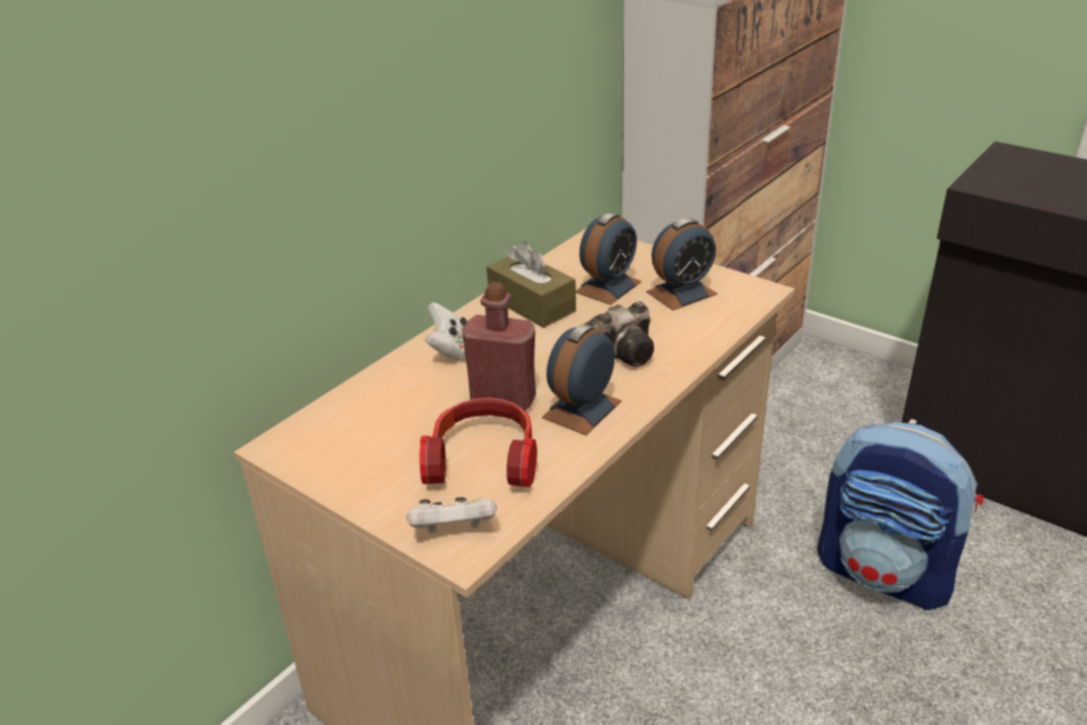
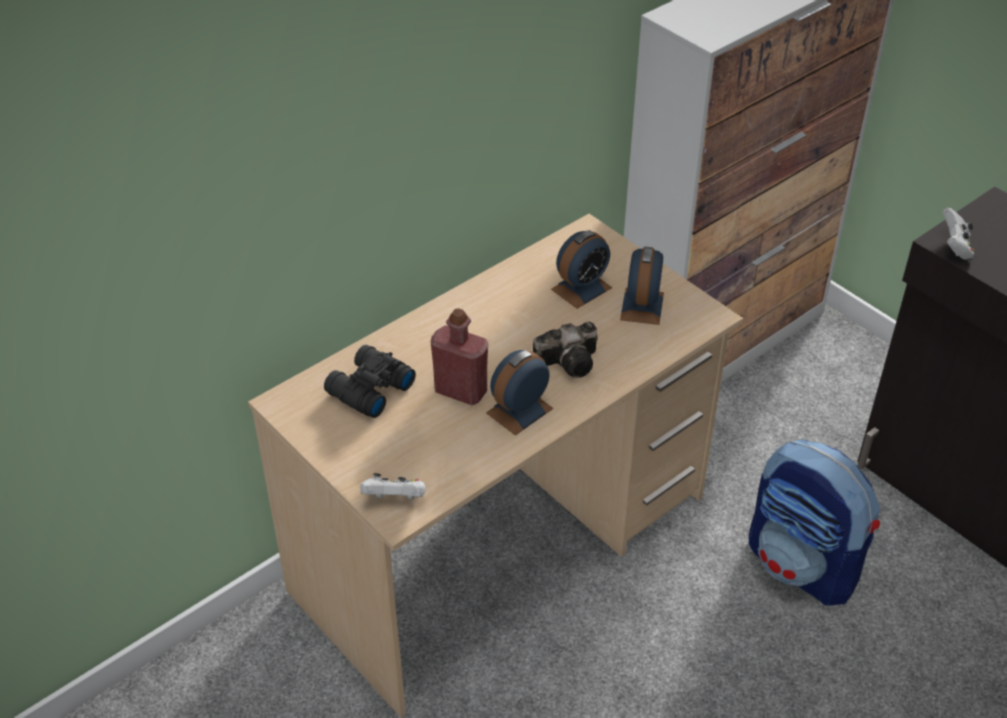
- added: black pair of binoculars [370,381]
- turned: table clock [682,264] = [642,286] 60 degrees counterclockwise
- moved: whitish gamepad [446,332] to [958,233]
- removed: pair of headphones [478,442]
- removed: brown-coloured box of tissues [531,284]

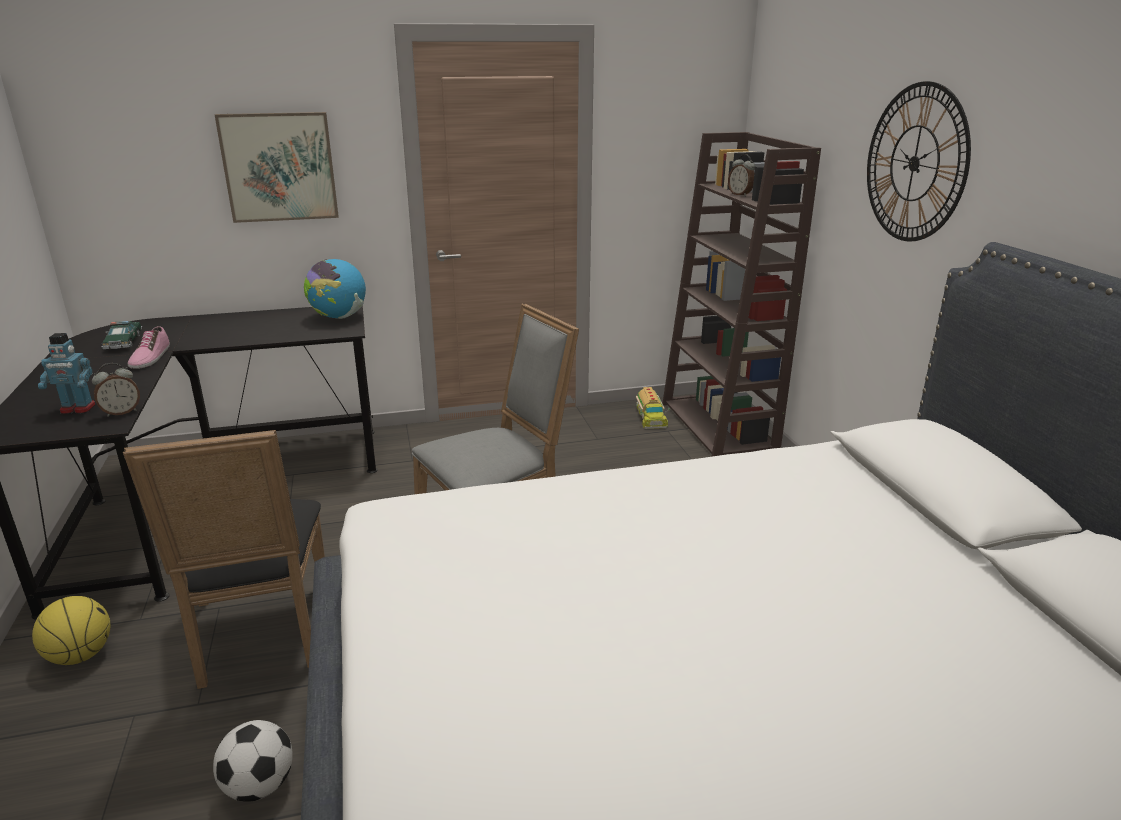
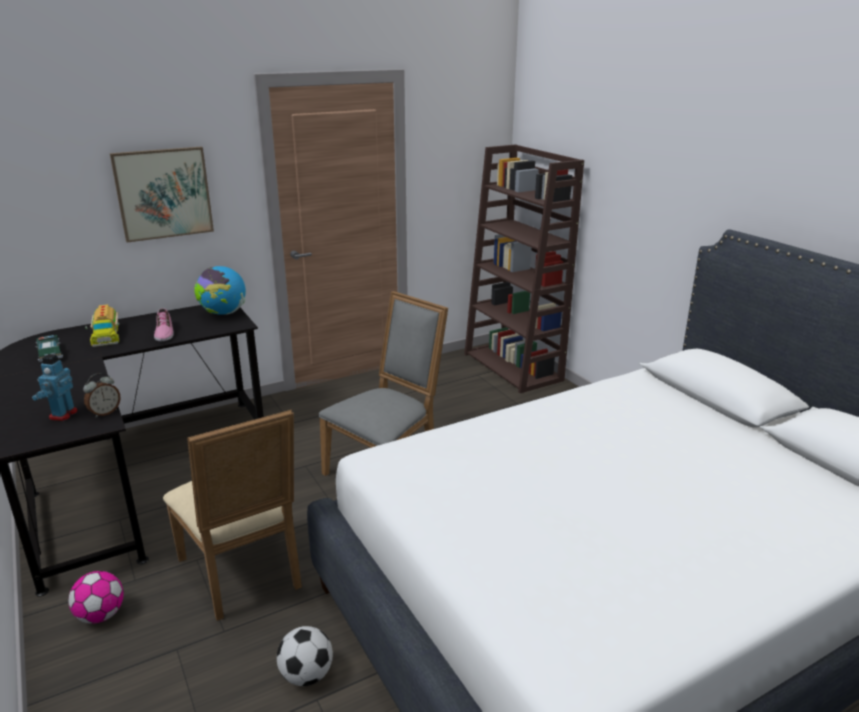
- turned: robot figure [67,373] = [55,387] 120 degrees clockwise
- replaced: basketball [71,630] to football [96,597]
- moved: model truck [653,408] to [102,325]
- moved: shoe [149,347] to [164,324]
- recoloured: black plain chair [224,559] to beige-coloured plain chair [232,515]
- removed: table clock [741,175]
- removed: wall clock [919,161]

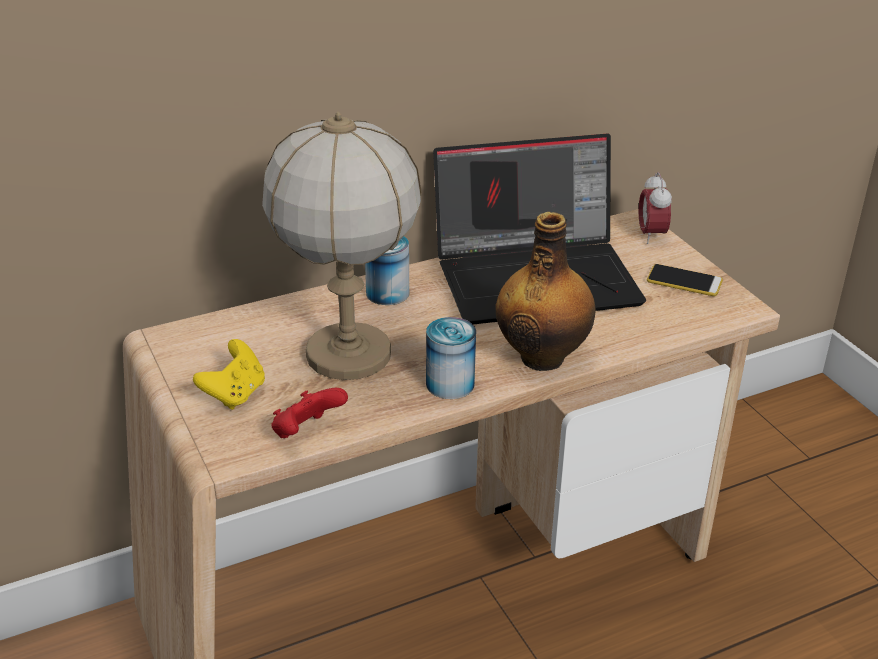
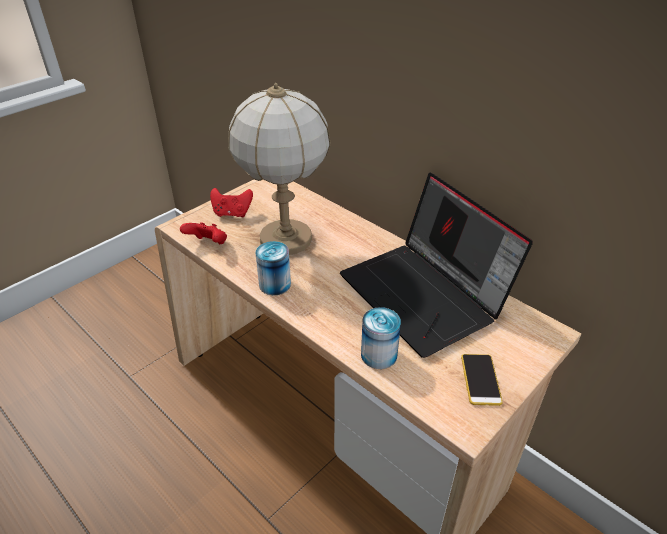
- recoloured: yellow gamepad [229,374] to red-coloured gamepad [231,203]
- moved: can [387,270] to [381,338]
- removed: beverage bottle [546,291]
- removed: table clock [655,208]

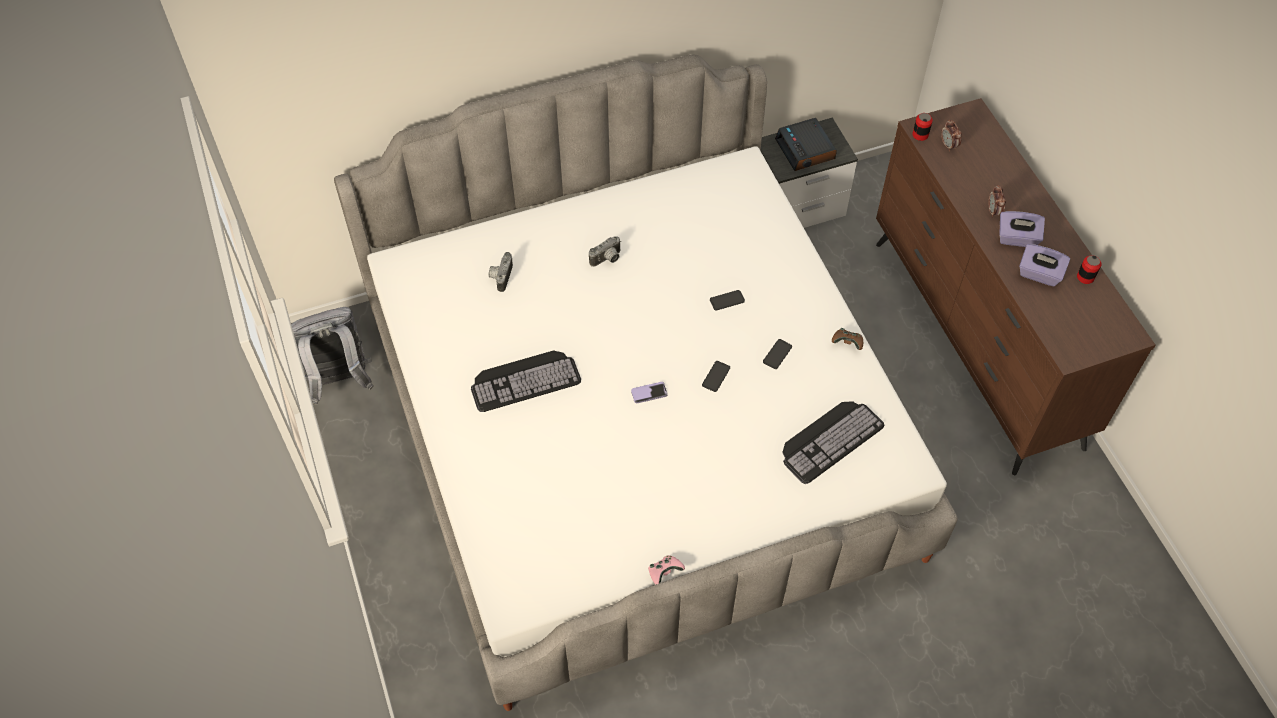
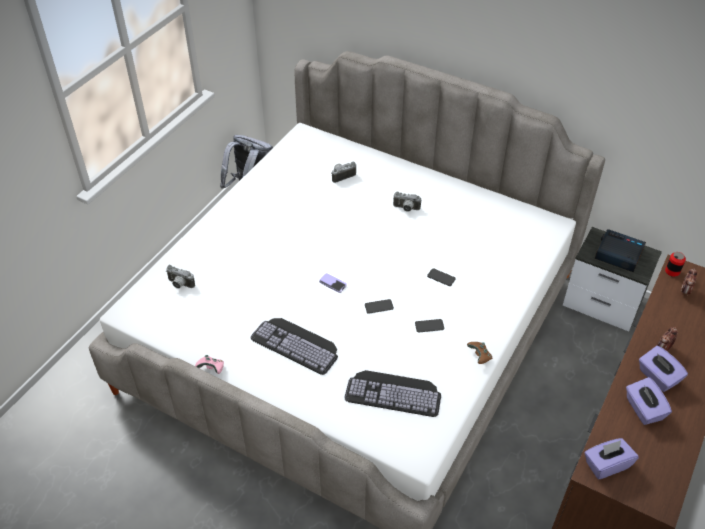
- added: still camera [180,277]
- moved: computer keyboard [526,381] to [294,346]
- added: purplish box of tissues [612,459]
- turned: table clock [806,144] = [620,250] 90 degrees clockwise
- removed: can [1089,269]

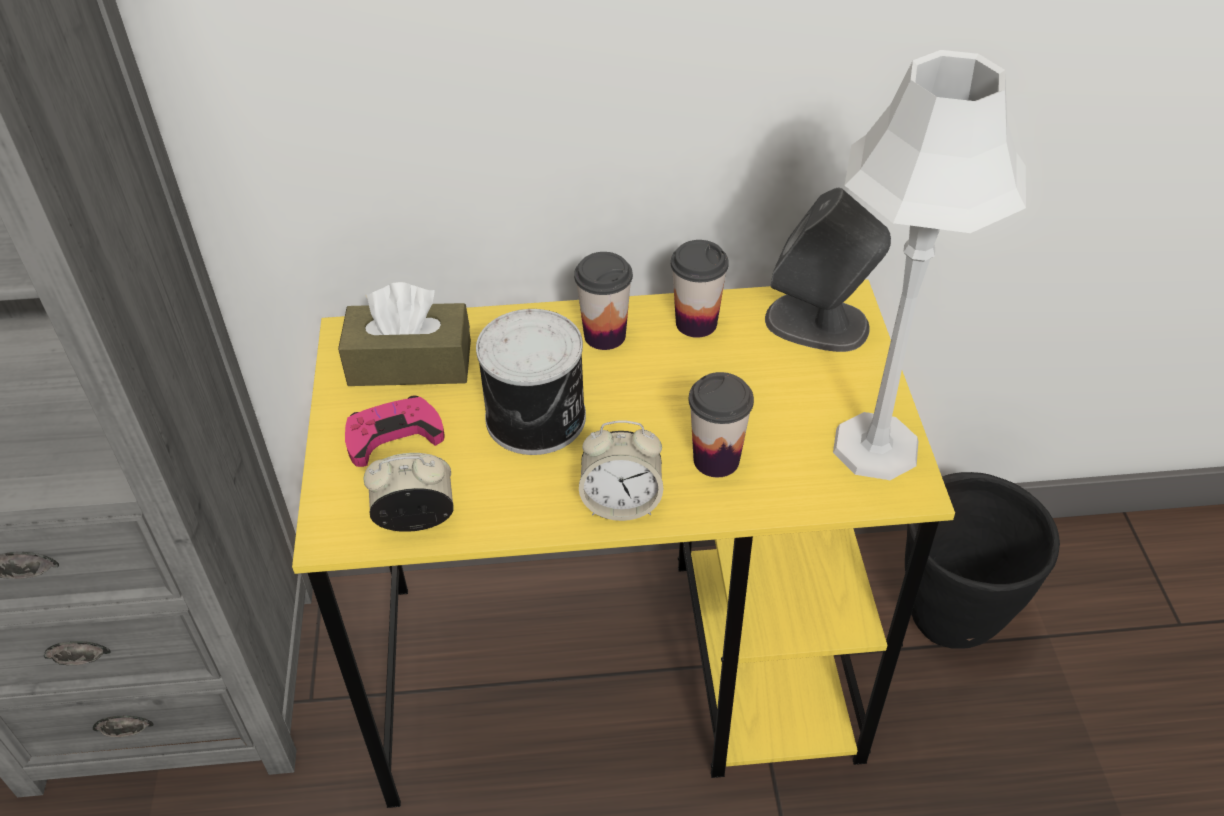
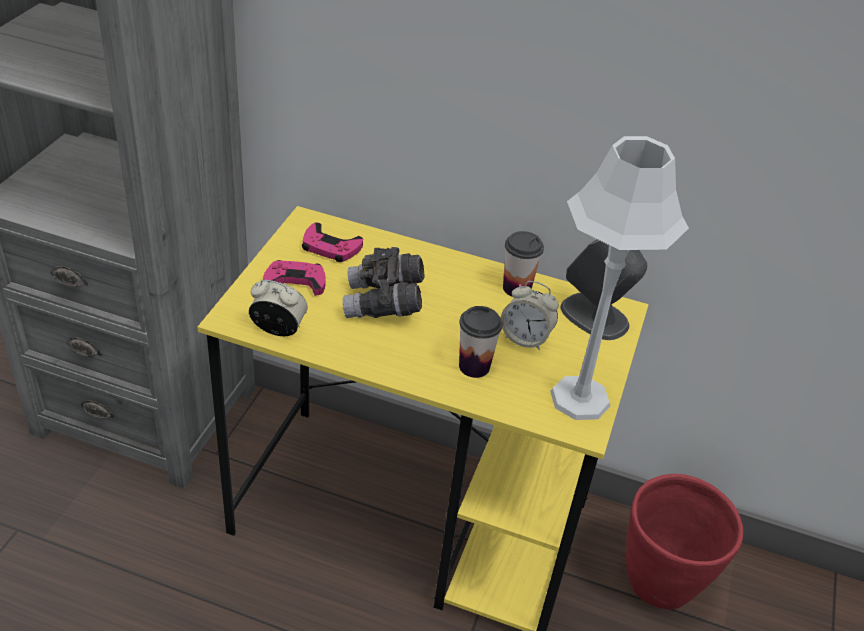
- replaced: brown-coloured box of tissues [404,334] to pink gamepad [332,242]
- replaced: can [531,382] to grey pair of binoculars [383,282]
- moved: table clock [621,471] to [530,315]
- recoloured: black flower pot [982,560] to red-coloured flower pot [684,541]
- removed: cup [603,301]

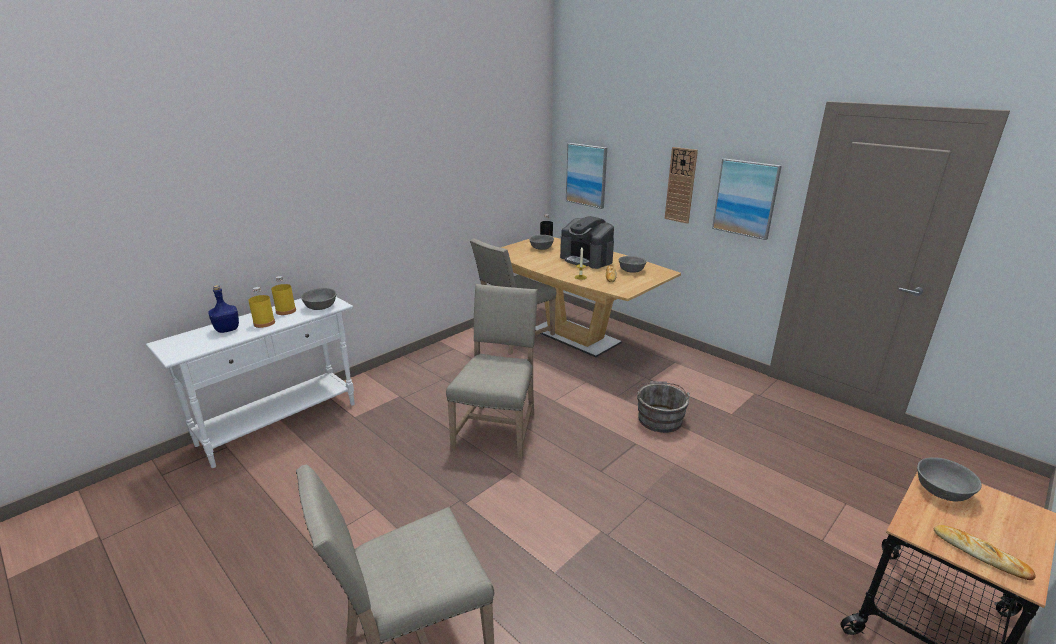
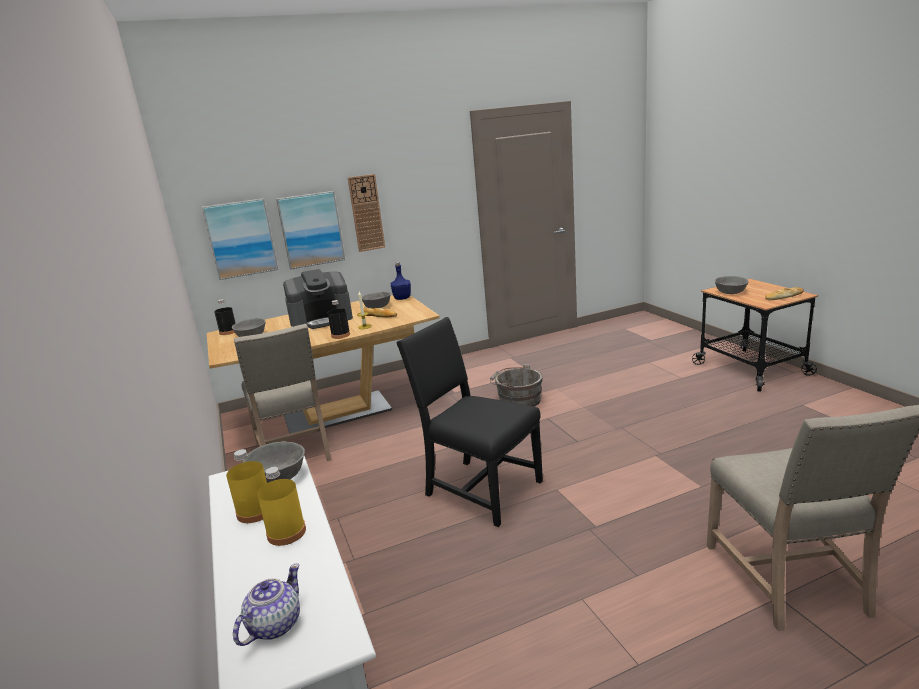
- added: teapot [266,605]
- moved: picture [747,199] to [310,230]
- added: black beverage bottle [339,319]
- moved: bluish beverage bottle [223,309] to [401,281]
- recoloured: beige-coloured plain chair [492,372] to black plain chair [469,422]

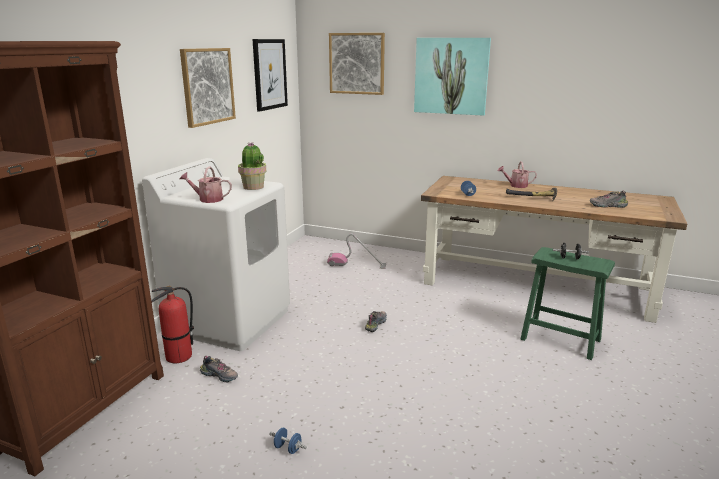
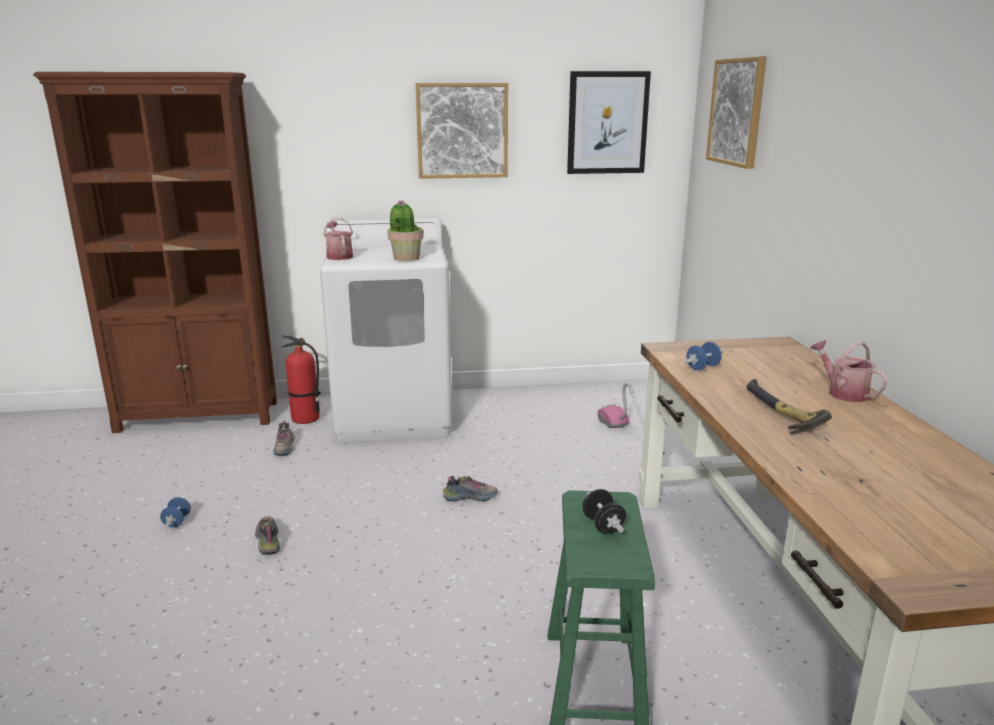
- moved: shoe [609,199] to [267,535]
- removed: picture [452,77]

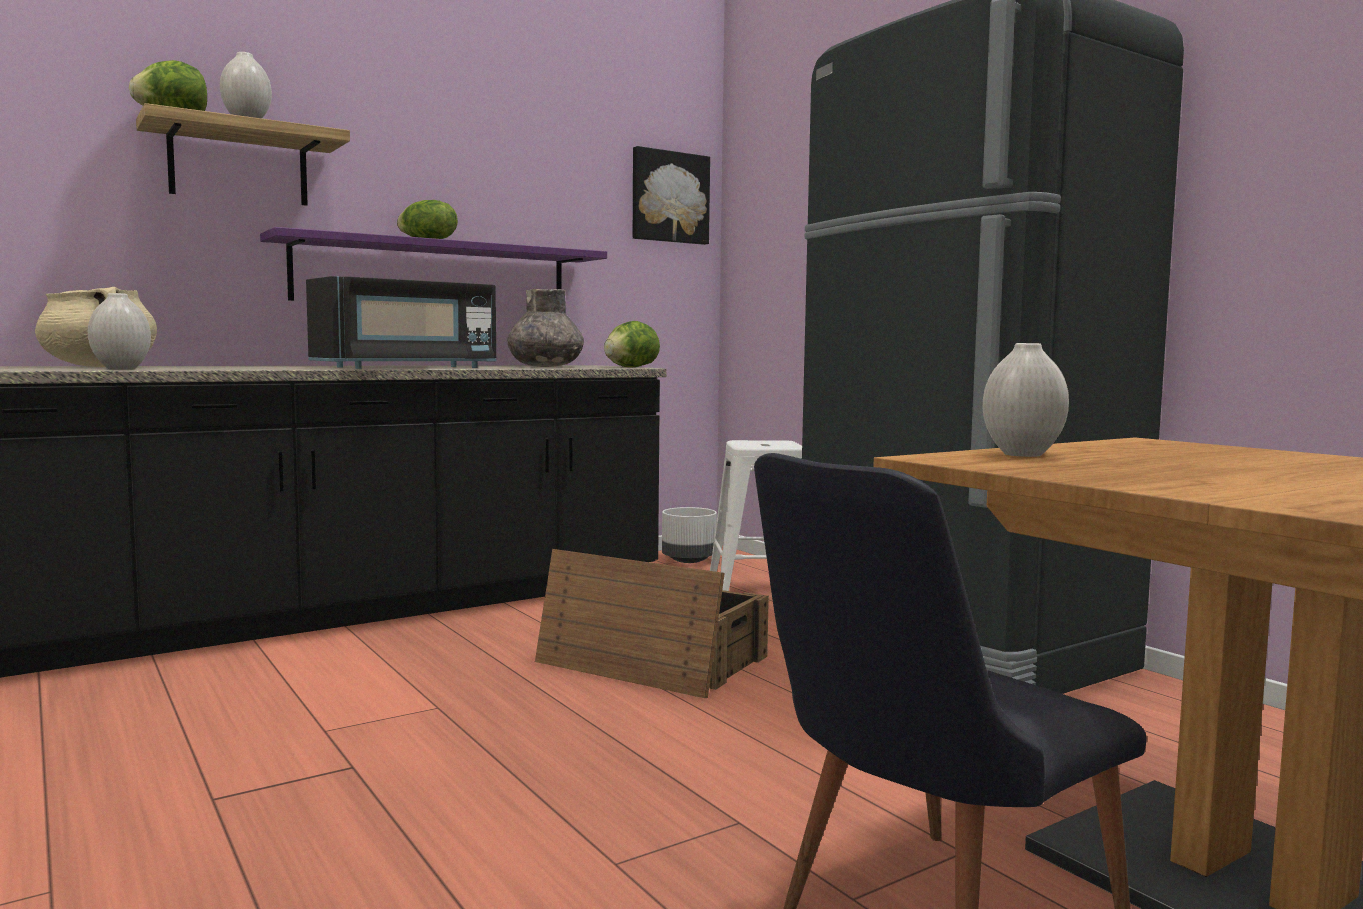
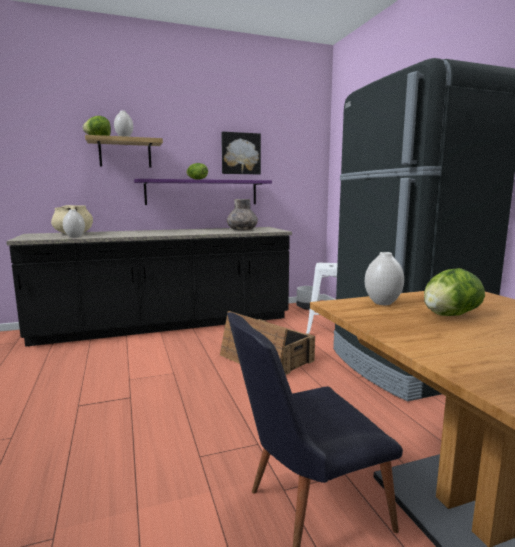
- moved: picture [671,195] to [241,153]
- moved: head of lettuce [632,344] to [454,292]
- removed: black kitchen microwave [401,322]

